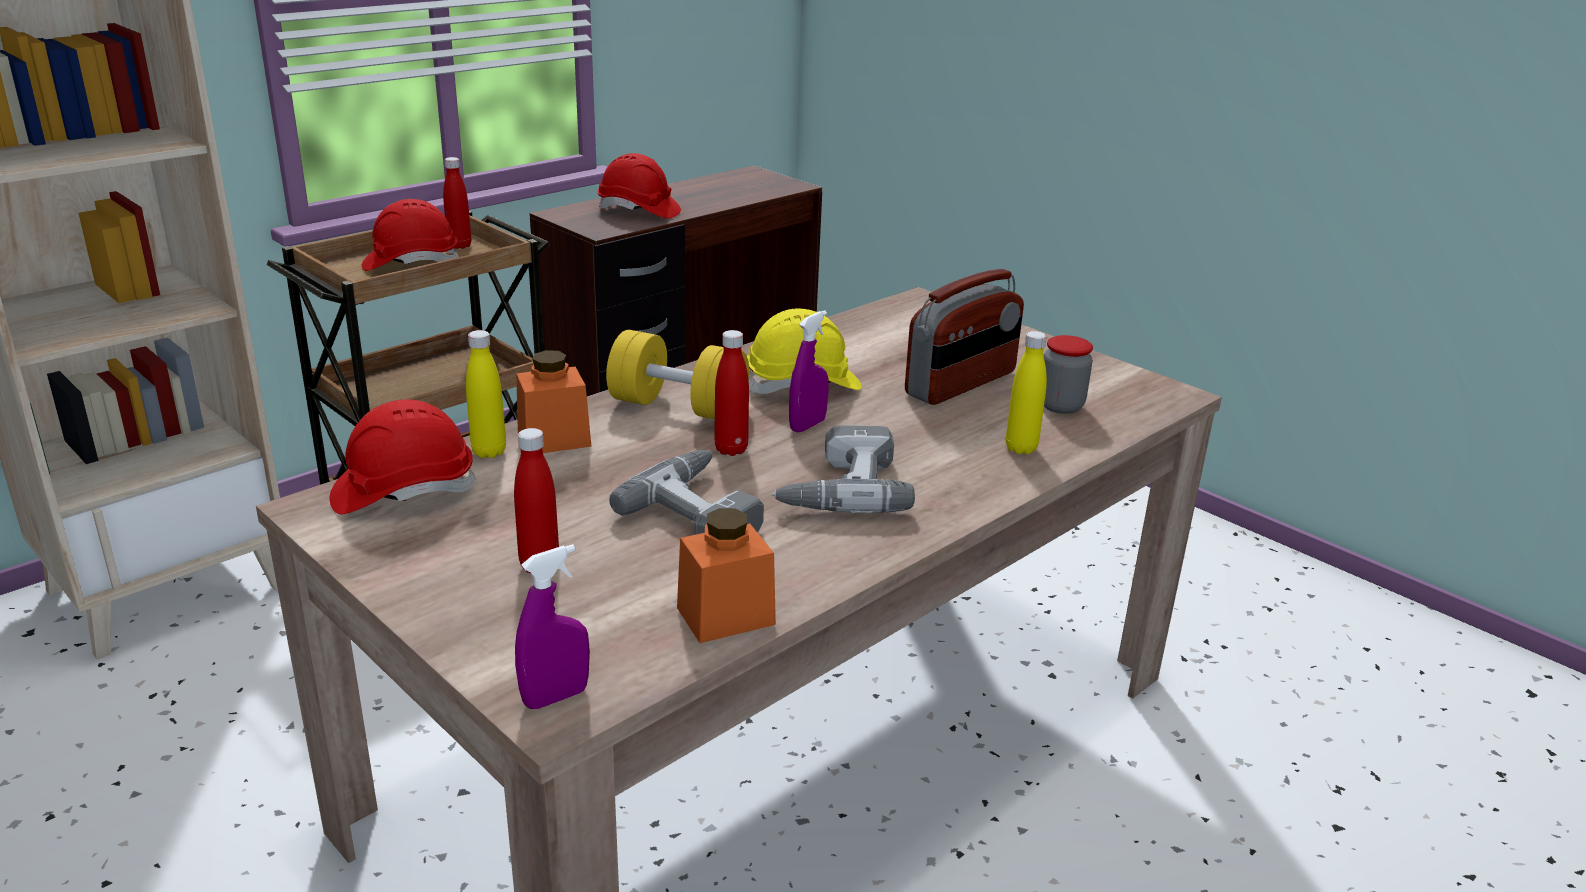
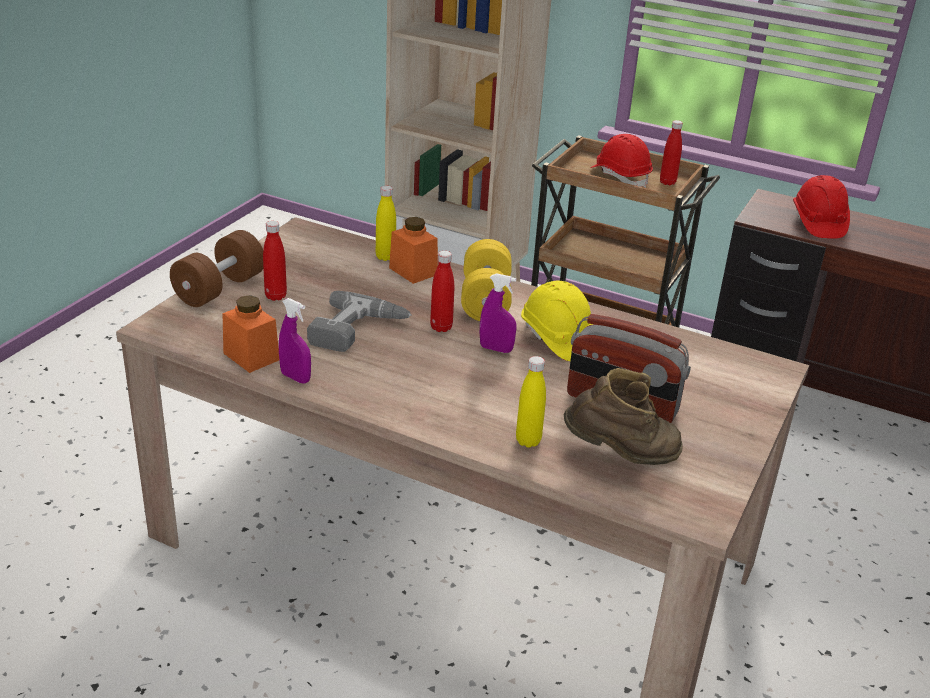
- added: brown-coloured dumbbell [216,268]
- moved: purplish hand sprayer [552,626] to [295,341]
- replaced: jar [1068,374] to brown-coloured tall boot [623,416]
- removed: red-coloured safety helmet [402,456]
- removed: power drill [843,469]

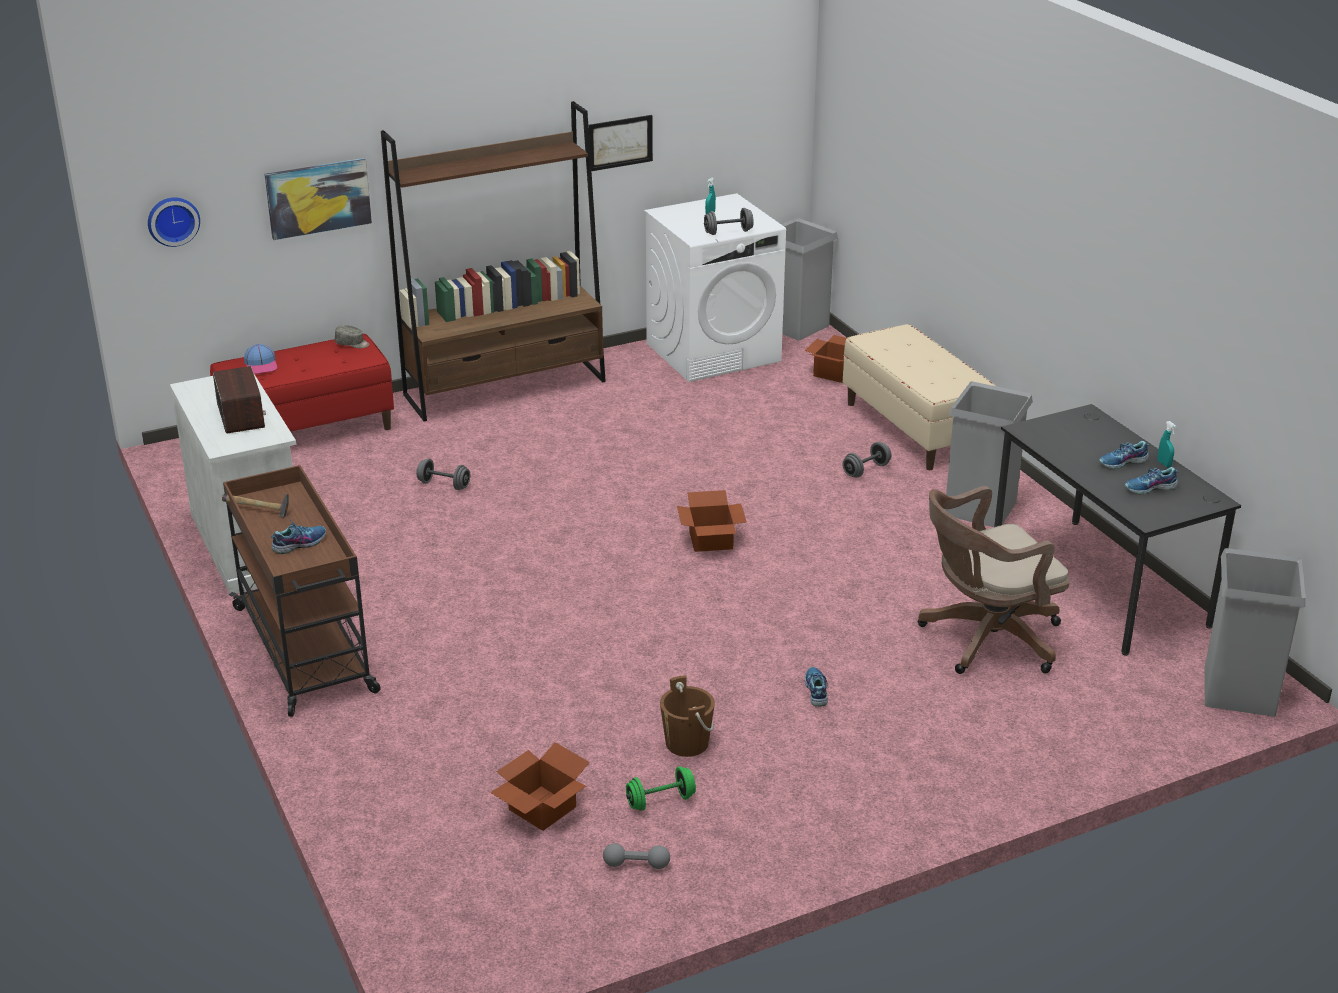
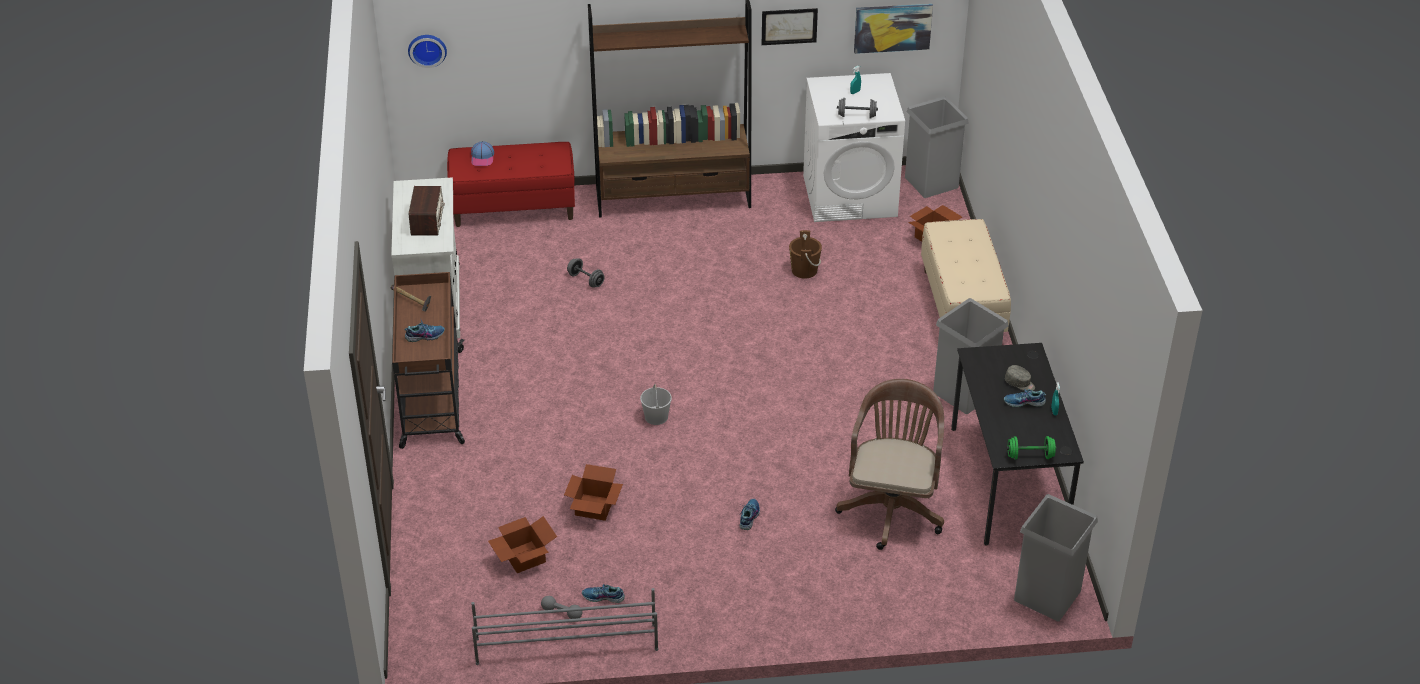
- added: grey shoe rack [564,626]
- moved: packing box [712,521] to [593,492]
- moved: shoe [1152,480] to [603,593]
- added: whitish water bucket [656,404]
- moved: brown-coloured water bucket [687,716] to [805,254]
- turned: brown-coloured office chair [994,580] = [889,464] 105 degrees clockwise
- moved: picture [318,199] to [893,29]
- moved: grey peaked cap [352,336] to [1020,378]
- moved: green-coloured dumbbell [661,788] to [1031,448]
- removed: grey dumbbell [866,460]

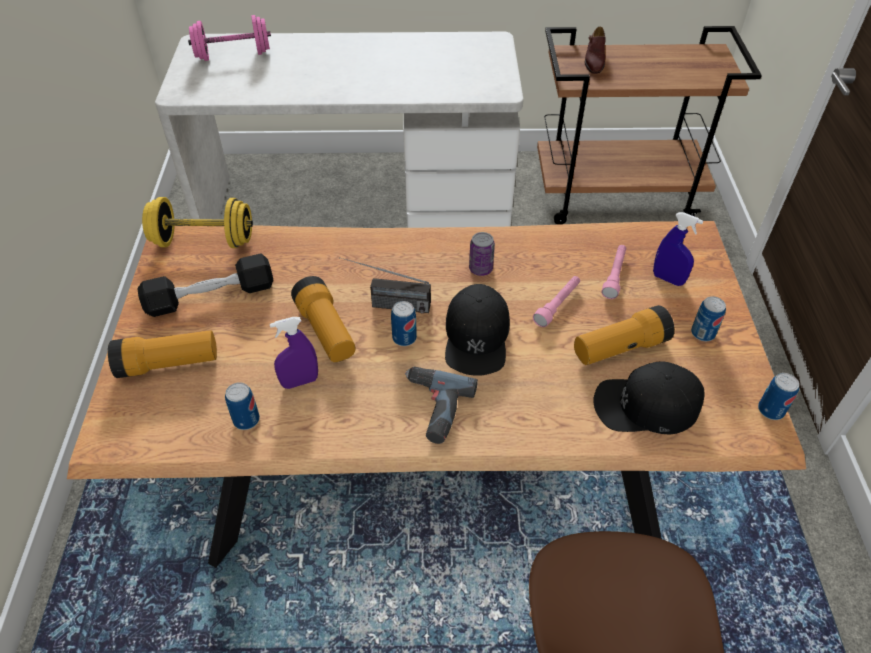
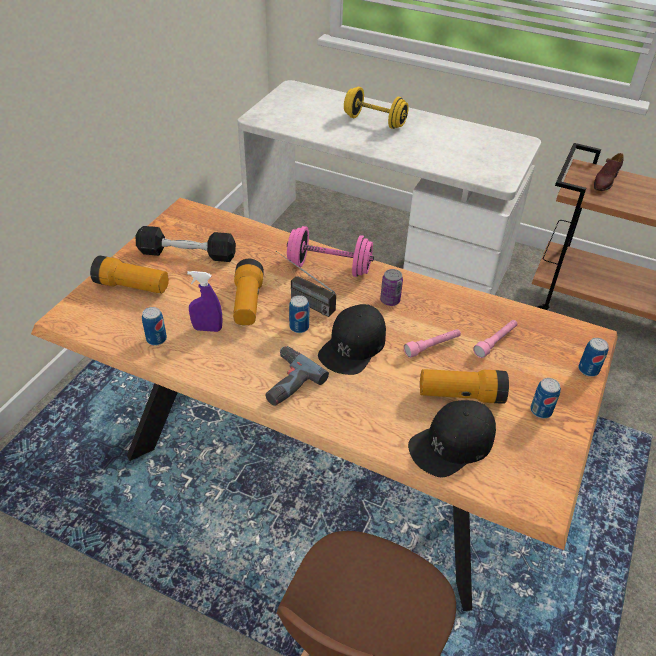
- moved: pink dumbbell [229,38] to [330,251]
- moved: yellow dumbbell [197,222] to [376,108]
- turned: black peaked cap [649,398] = [452,439] 60 degrees counterclockwise
- moved: can [778,396] to [593,357]
- removed: bluish hand sprayer [678,249]

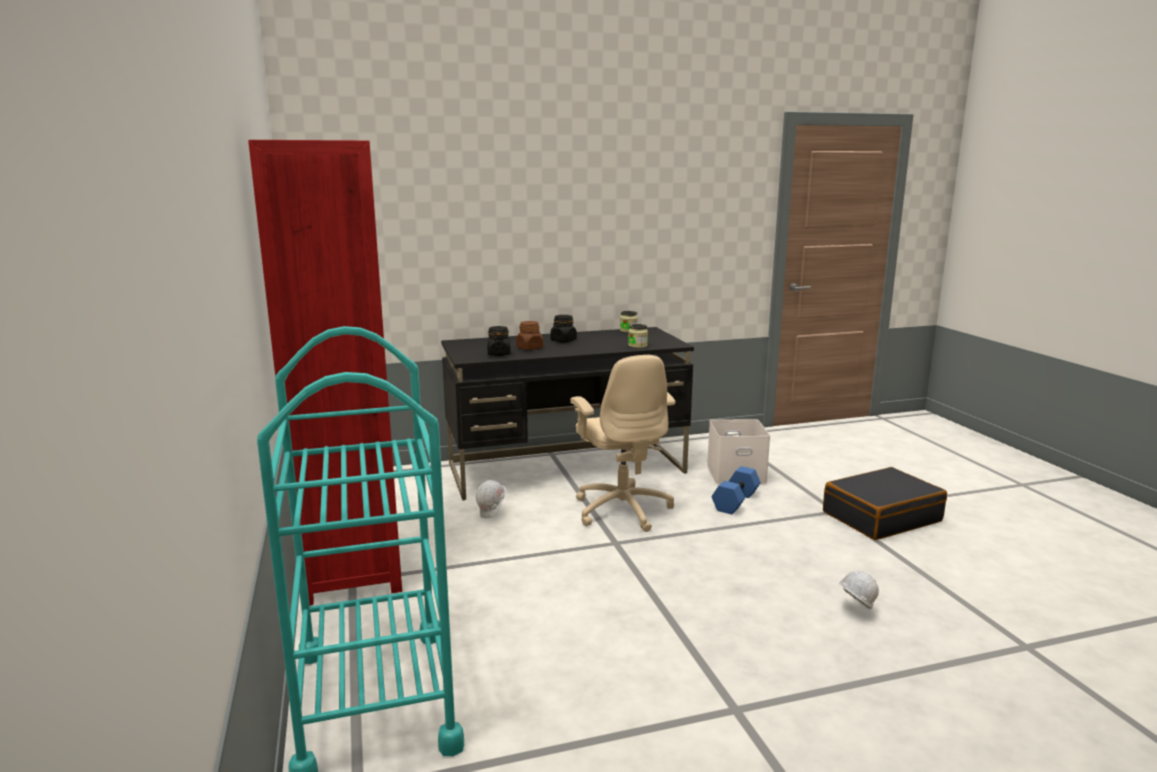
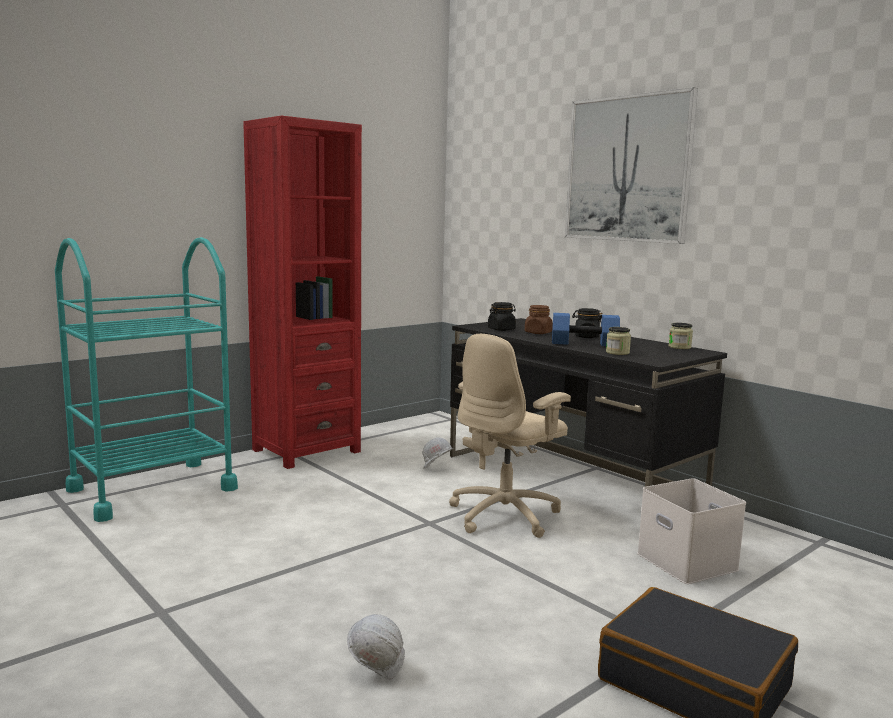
- moved: bluish dumbbell [736,490] to [586,329]
- added: picture [631,165]

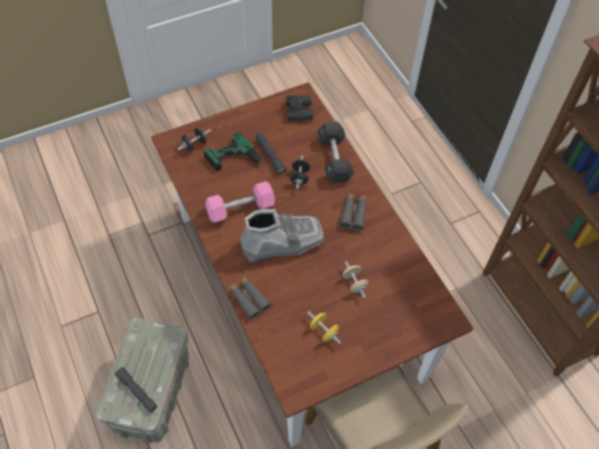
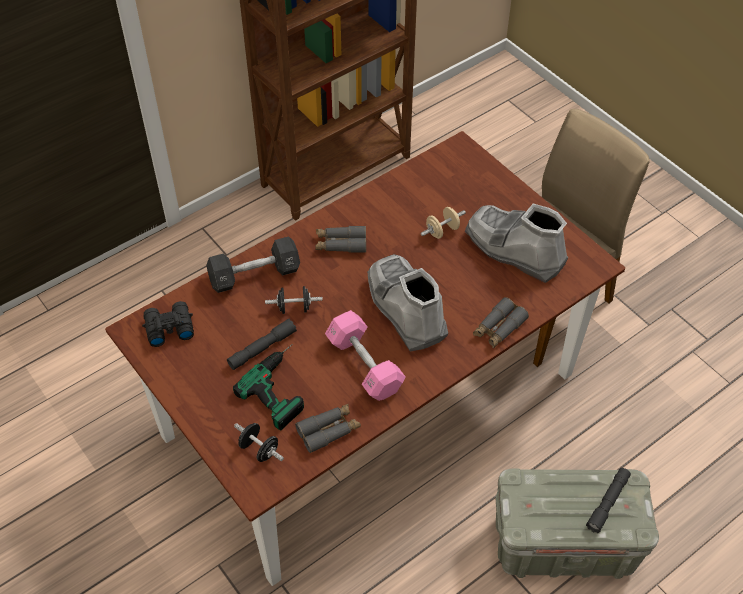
- added: grey pair of binoculars [328,428]
- replaced: yellow dumbbell [324,327] to grey tall boot [516,243]

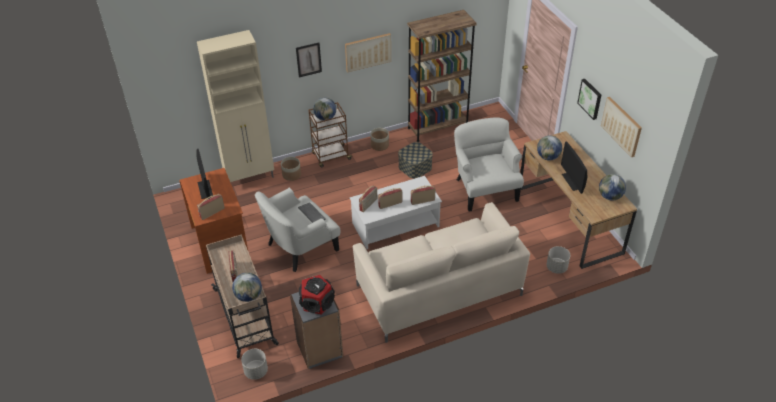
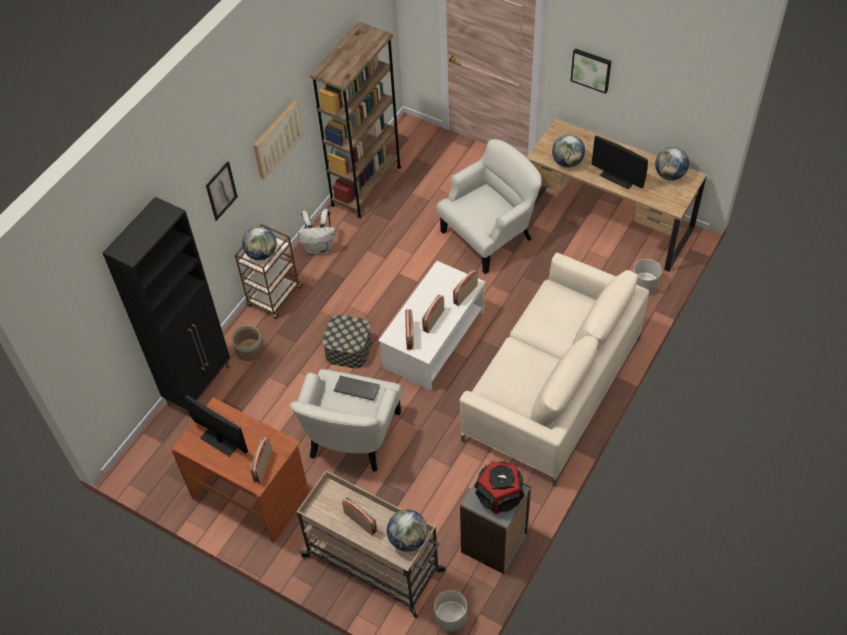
- recoloured: beige-coloured cabinet [235,106] to black cabinet [166,306]
- replaced: flower pot [380,139] to whitish backpack [317,232]
- moved: storage bin [415,160] to [347,342]
- turned: whitish armchair [489,165] = [489,206] 105 degrees clockwise
- removed: picture [621,127]

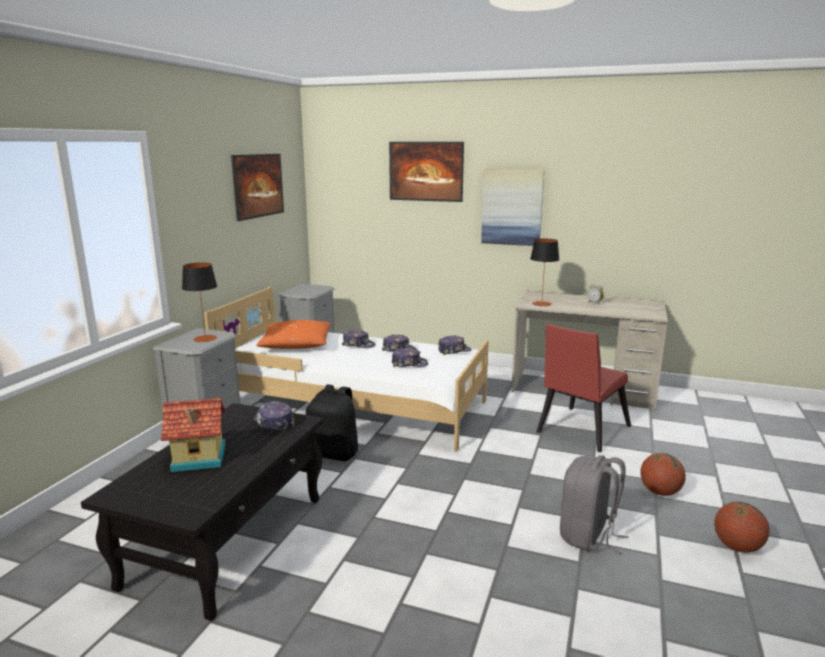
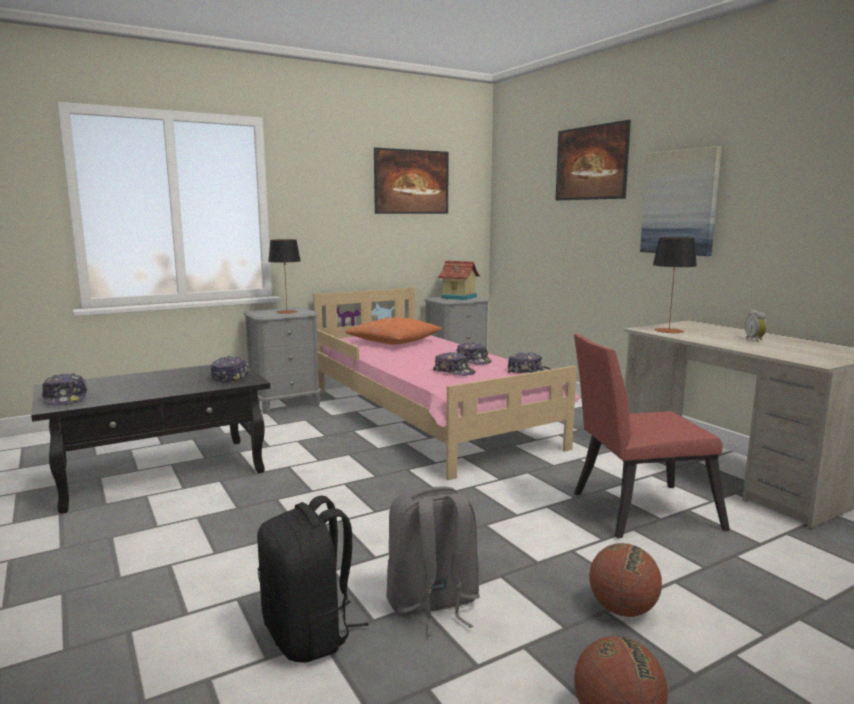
- moved: peaked cap [359,339] to [64,389]
- moved: black backpack [332,423] to [313,579]
- recoloured: whitish bedroom bed [346,369] to pink bedroom bed [446,383]
- moved: miniature house [193,435] to [459,280]

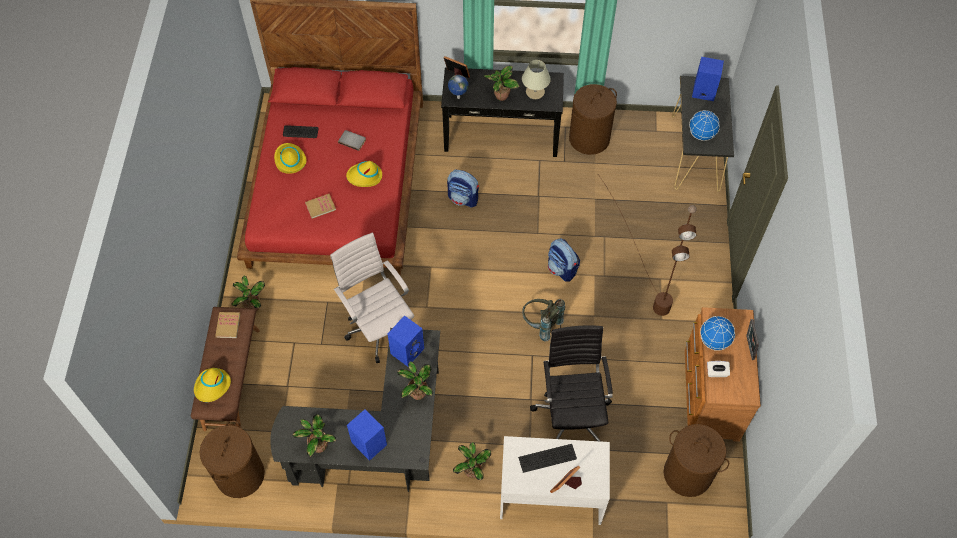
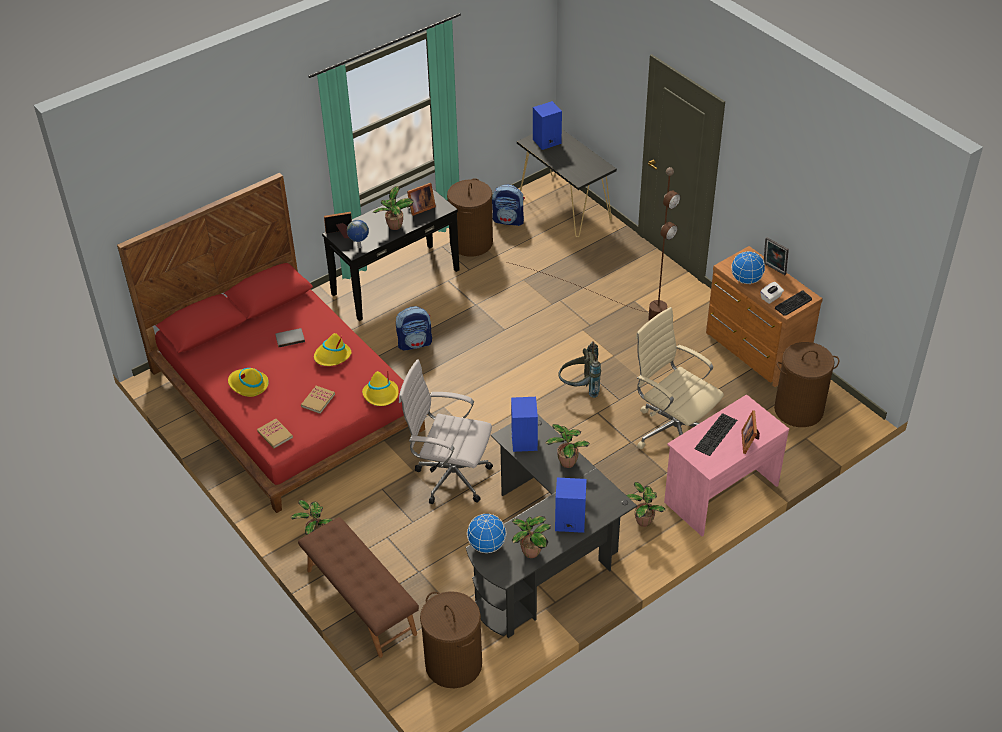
- moved: book [227,325] to [275,433]
- moved: yellow hat [212,385] to [380,388]
- replaced: beige-coloured table lamp [536,79] to picture frame [421,199]
- moved: desk globe [704,125] to [486,533]
- moved: backpack [564,259] to [508,205]
- recoloured: black office chair [571,383] to beige-coloured office chair [680,378]
- recoloured: whitish desk [555,480] to pink desk [726,465]
- moved: computer keyboard [300,131] to [793,303]

